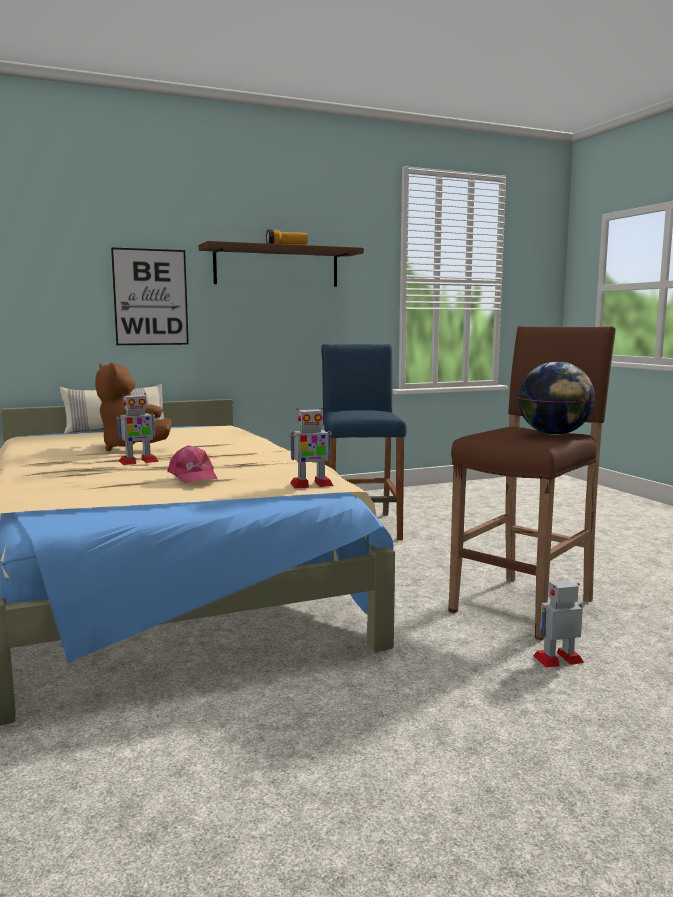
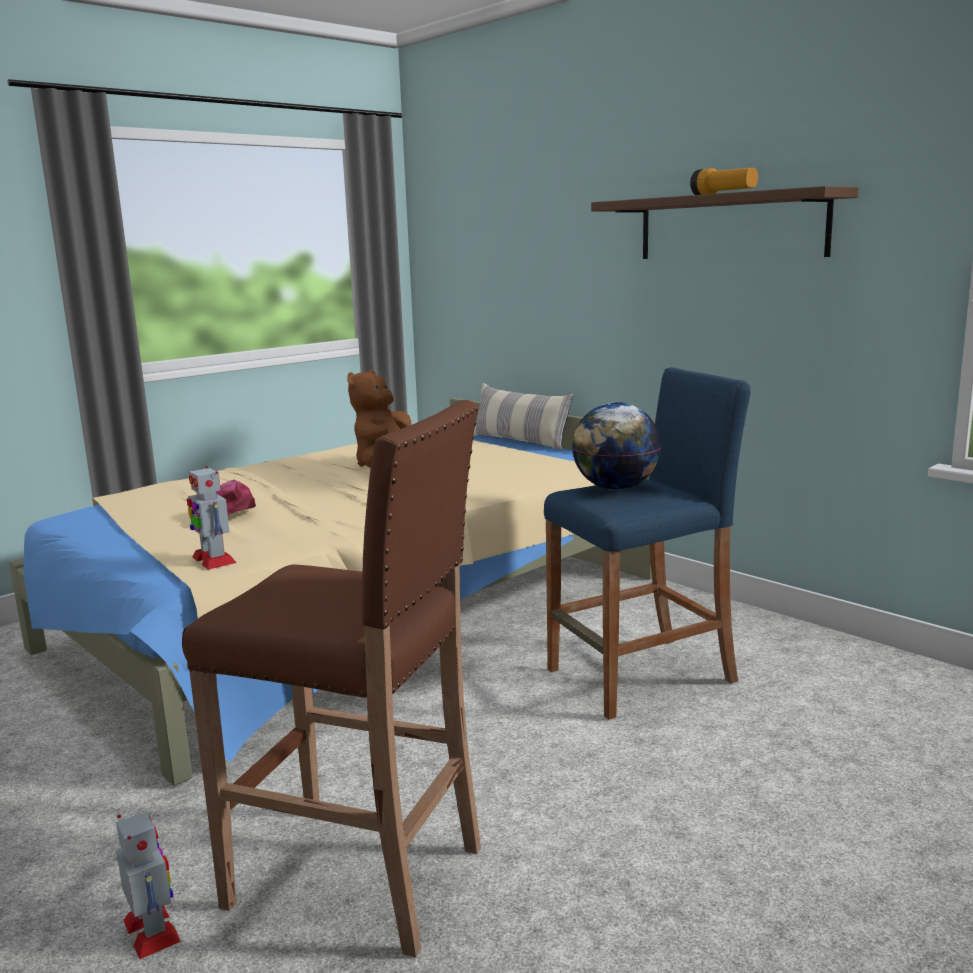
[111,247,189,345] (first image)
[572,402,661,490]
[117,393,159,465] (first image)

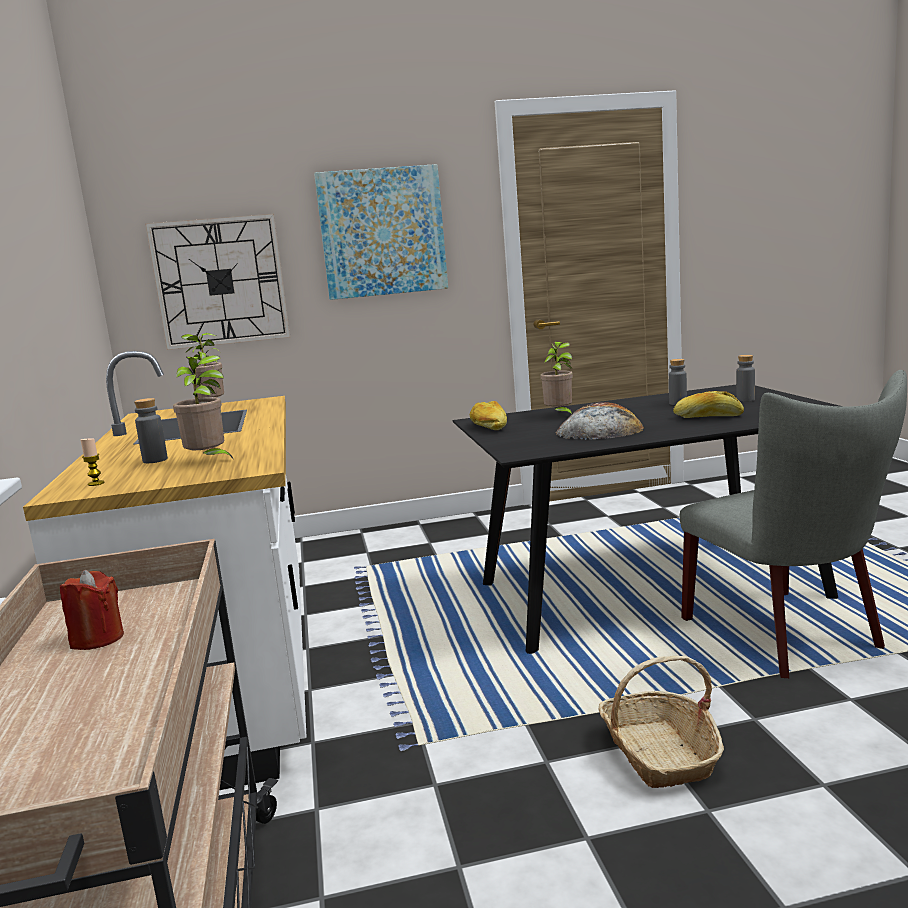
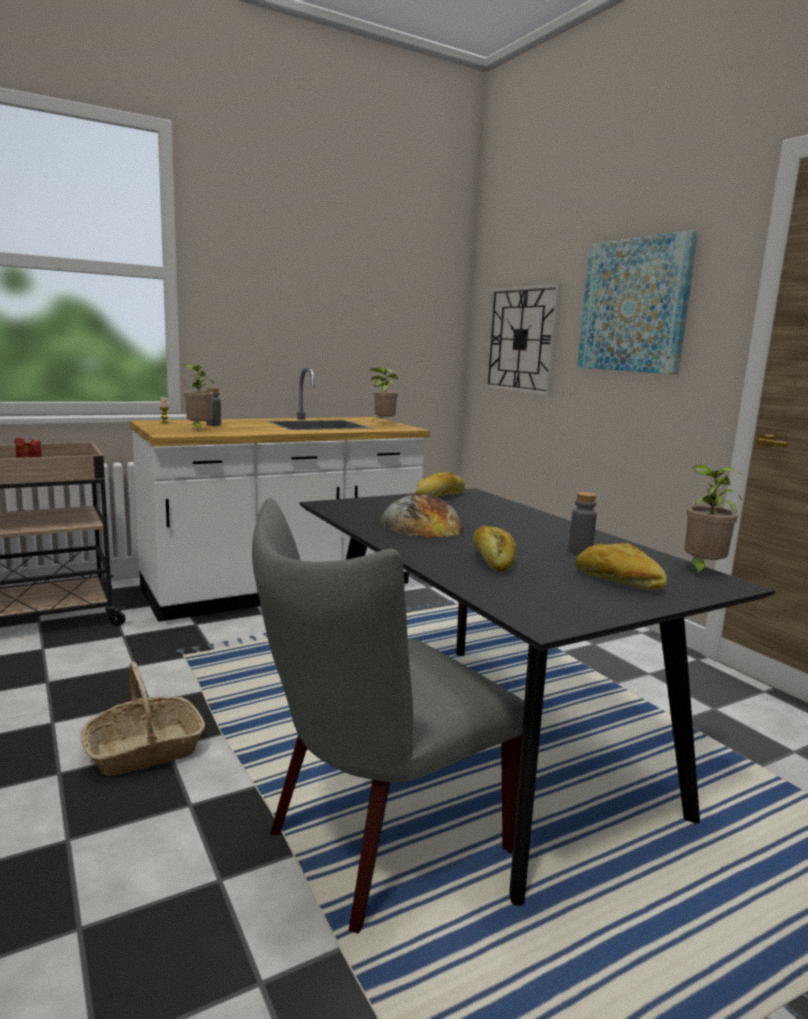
[684,465,743,576]
[575,543,667,590]

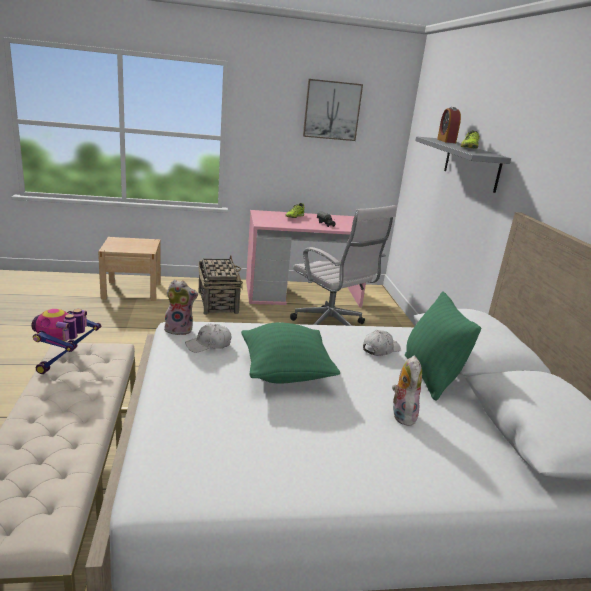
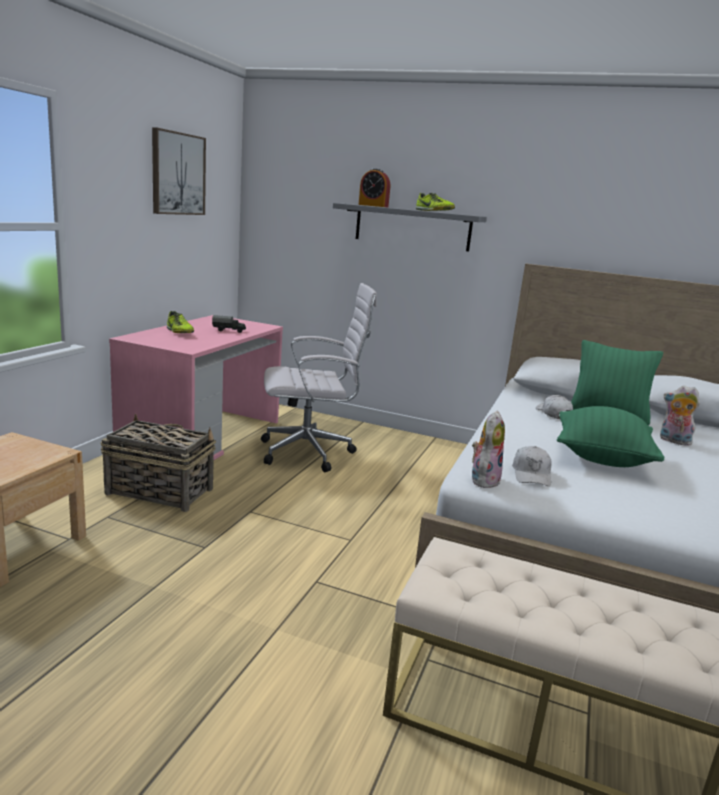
[31,309,101,374] (first image)

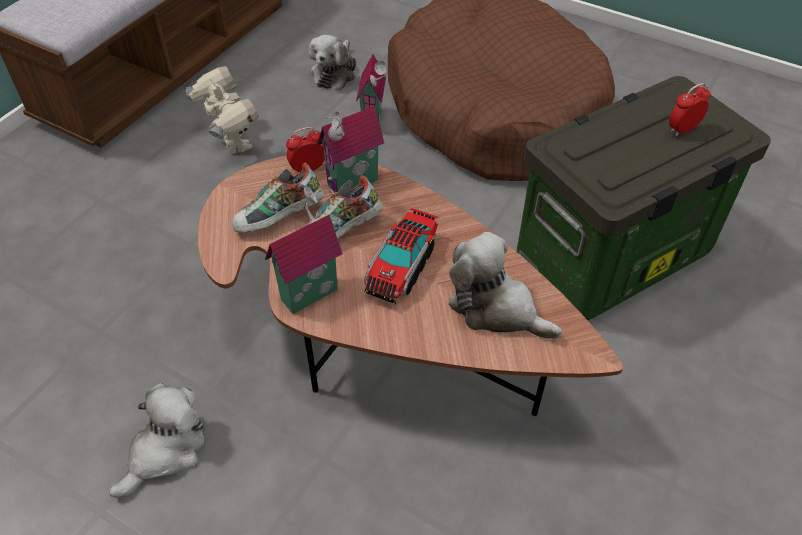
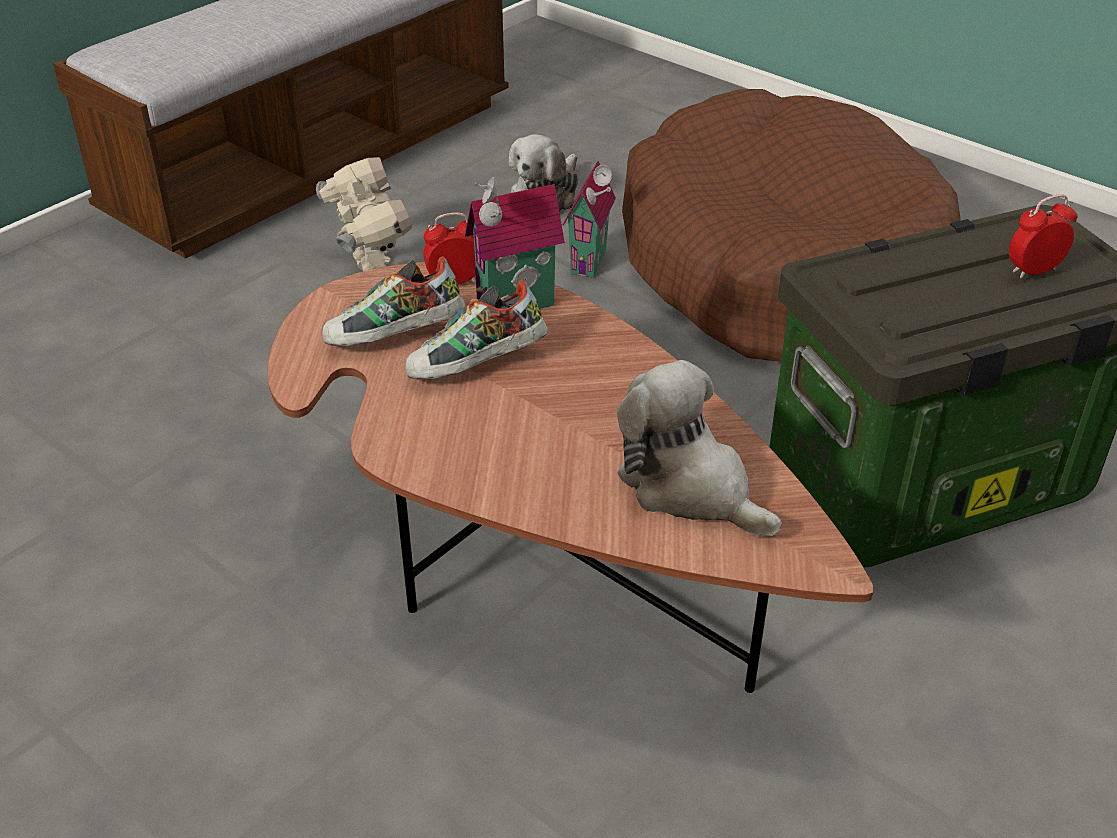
[265,185,342,314] (first image)
[364,208,438,304] (first image)
[109,383,205,498] (first image)

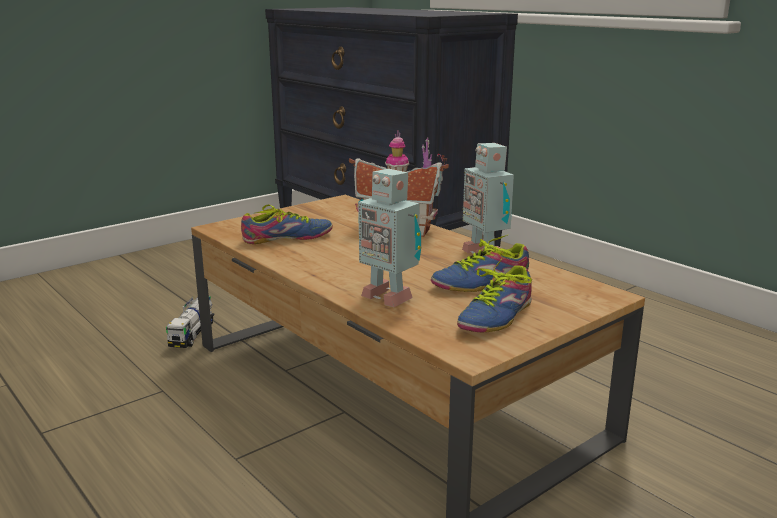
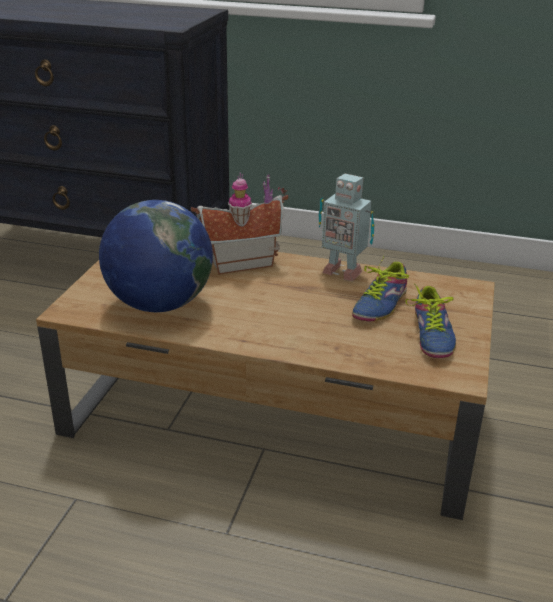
[358,169,421,307] (first image)
[99,200,213,312]
[166,295,214,348] (first image)

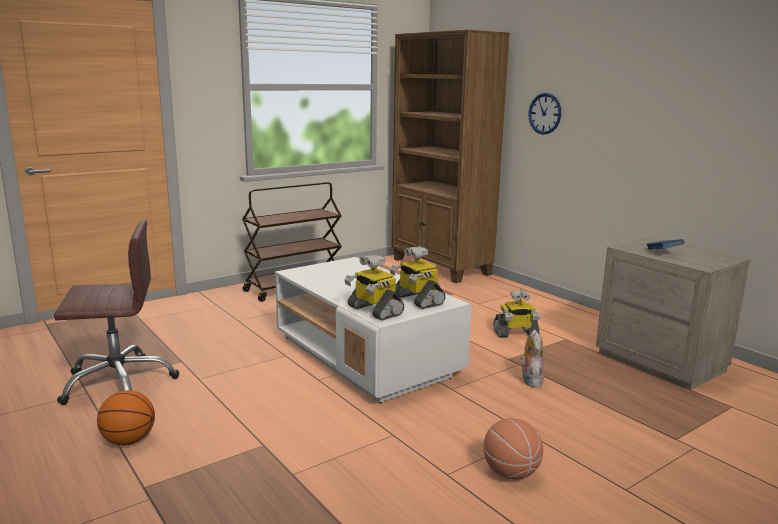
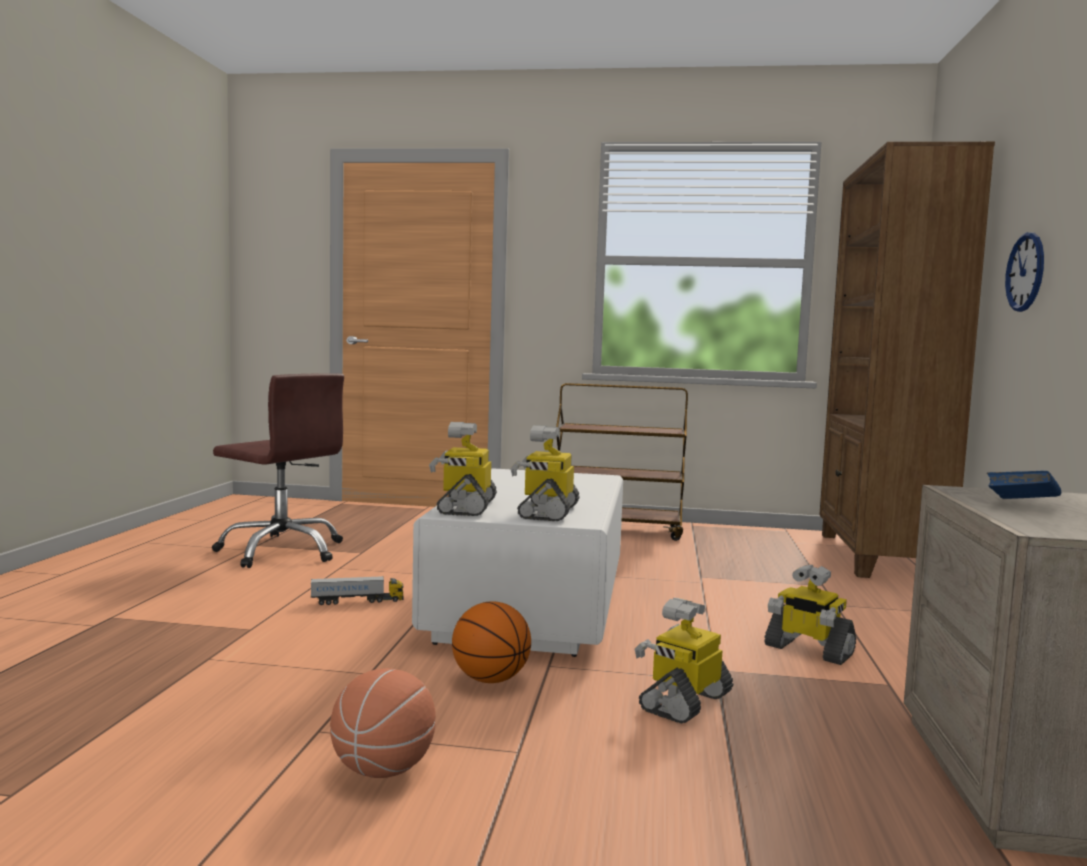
[635,598,733,723]
[452,601,531,683]
[311,576,404,605]

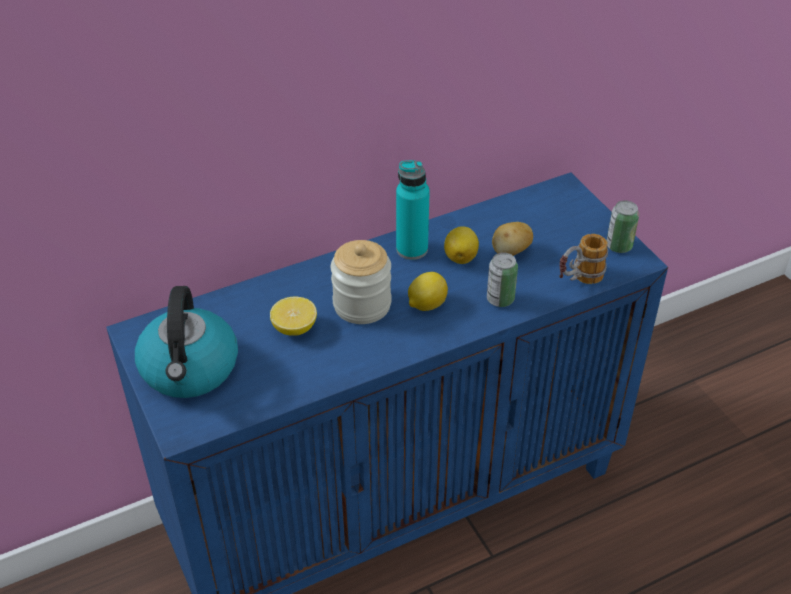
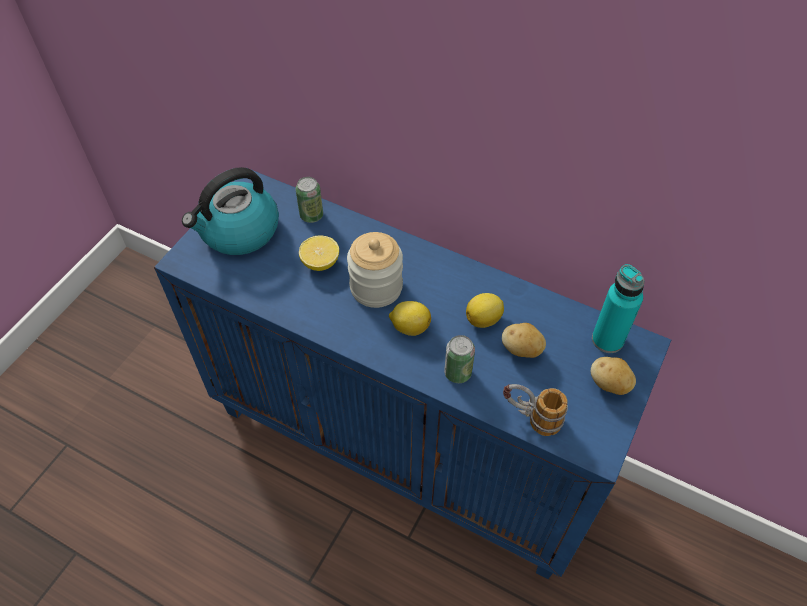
[592,264,645,353]
[296,177,323,223]
[591,357,636,395]

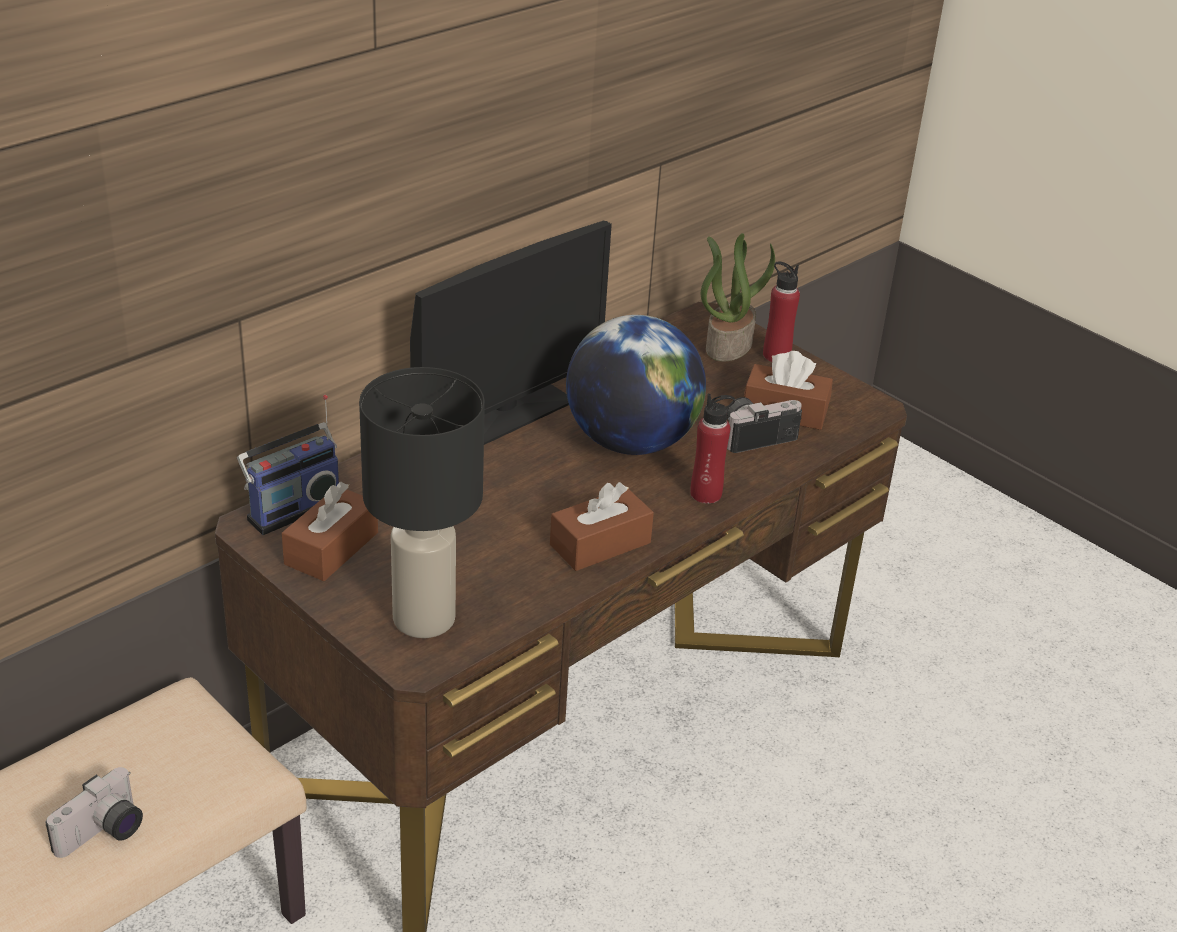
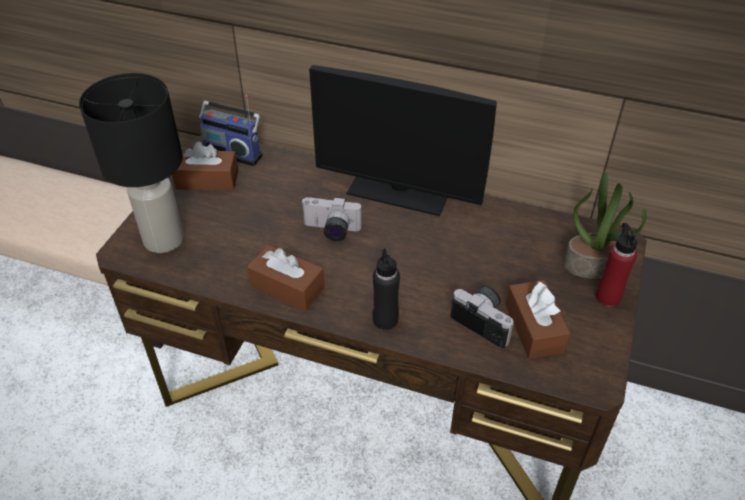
[566,315,706,455] (first image)
[373,248,400,330]
[301,196,362,241]

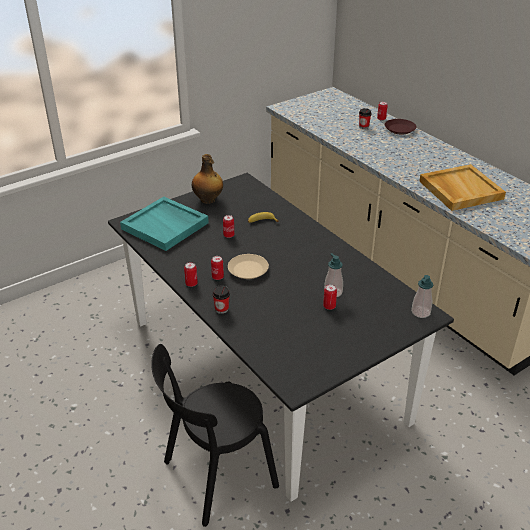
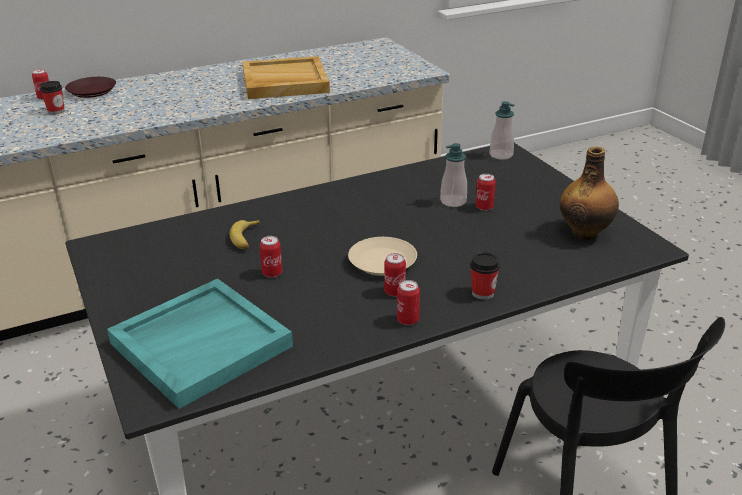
[560,146,619,240]

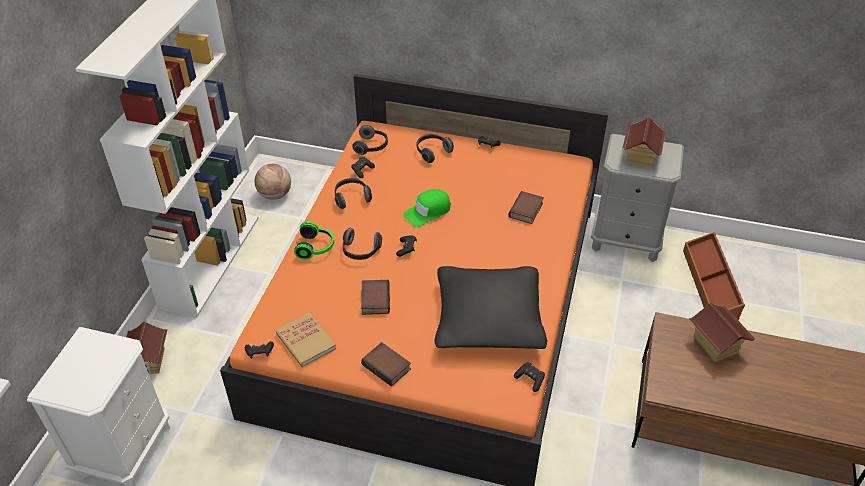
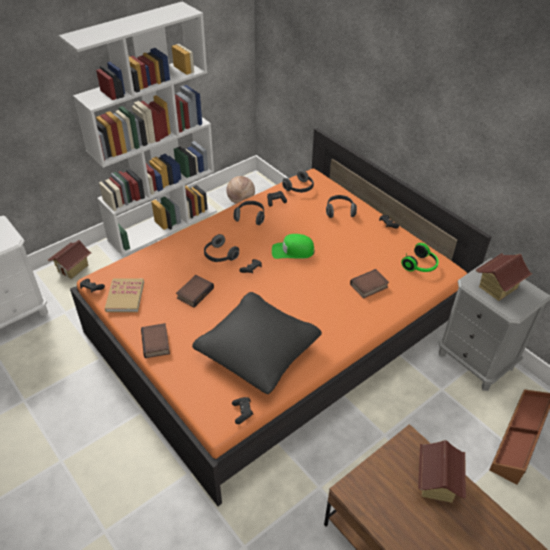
[401,243,439,272]

